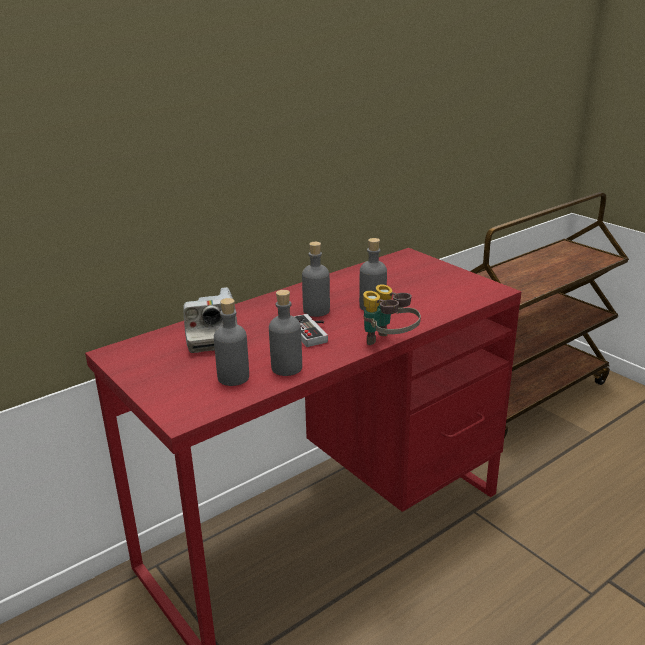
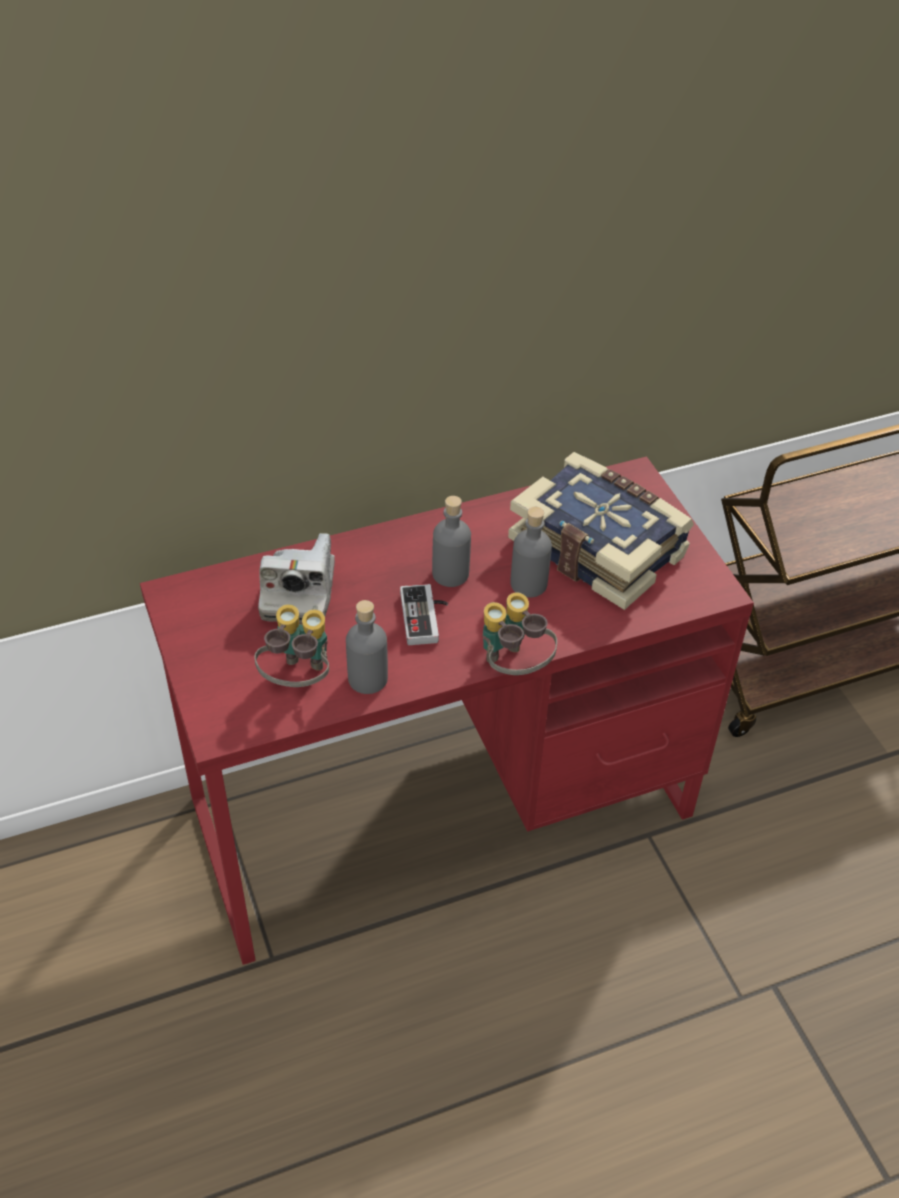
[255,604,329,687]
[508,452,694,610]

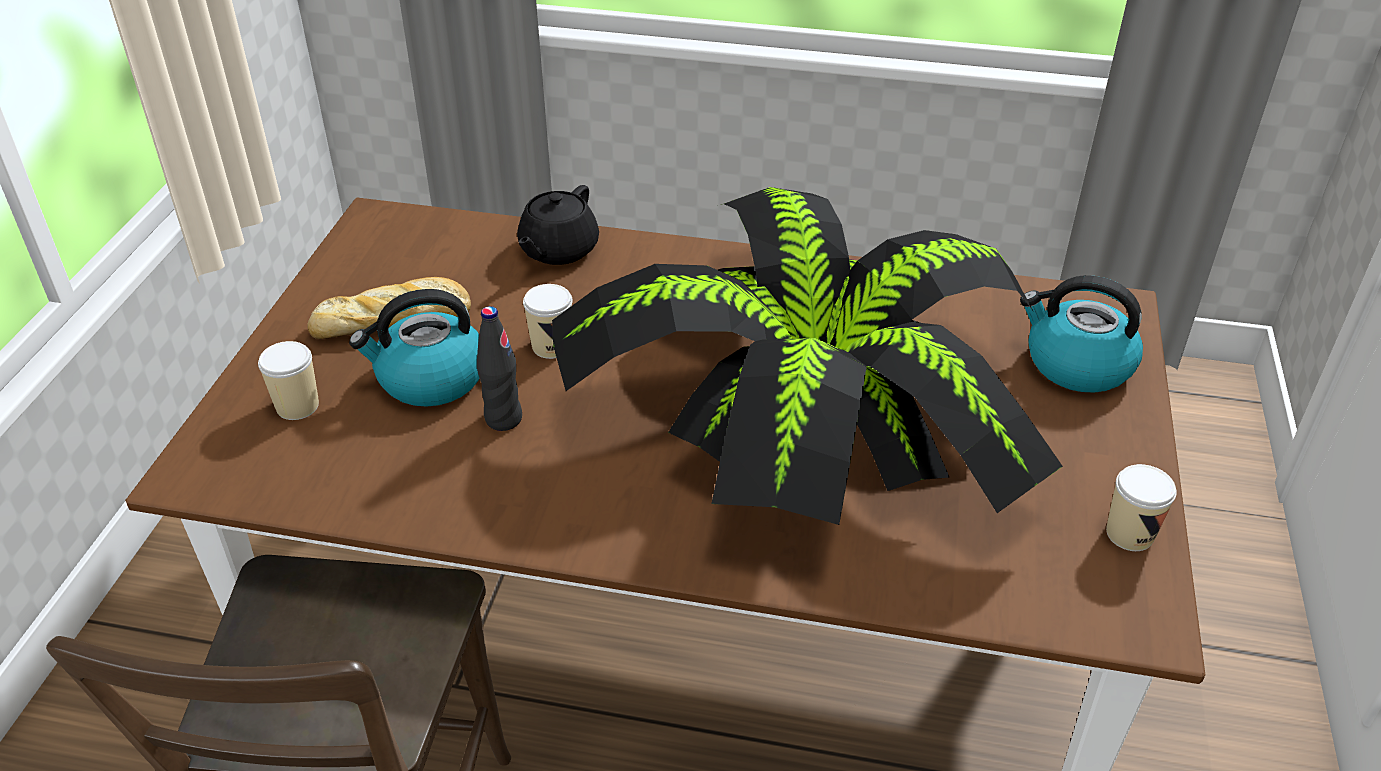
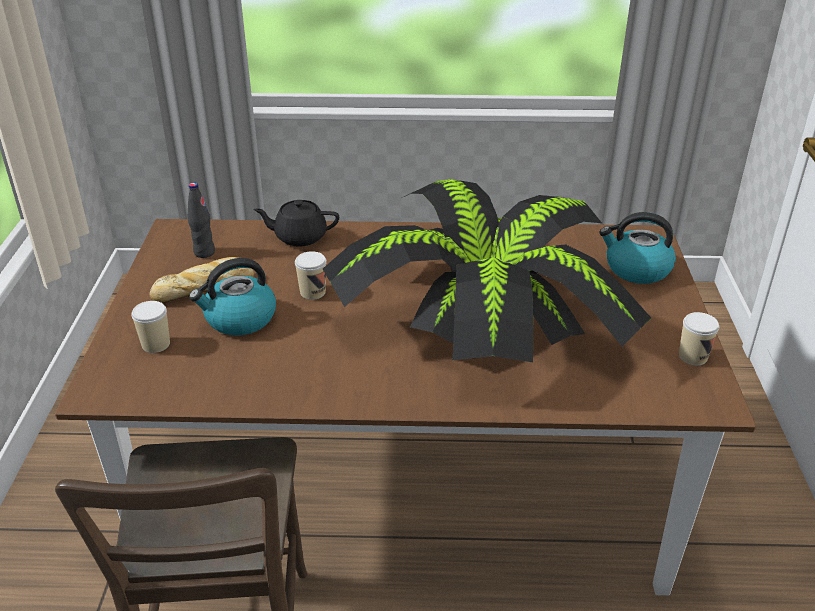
[253,200,339,247]
[188,182,215,258]

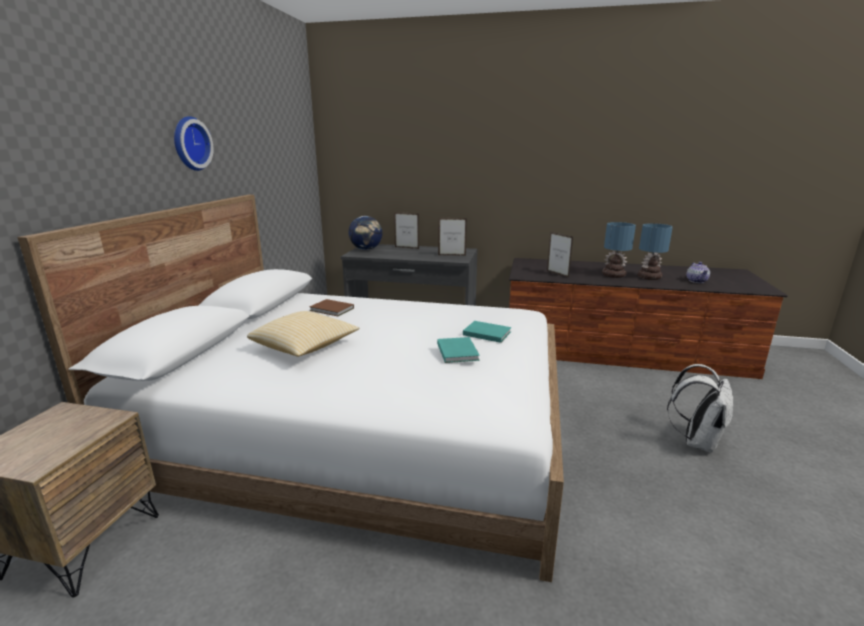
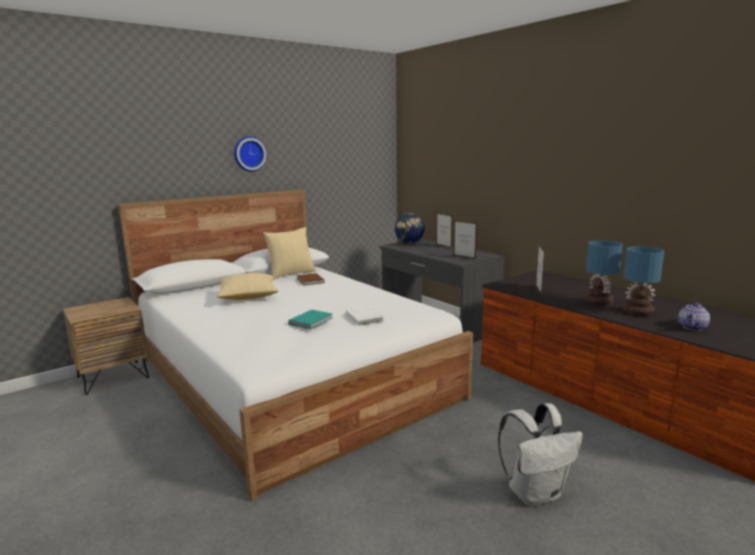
[346,307,383,325]
[263,227,316,279]

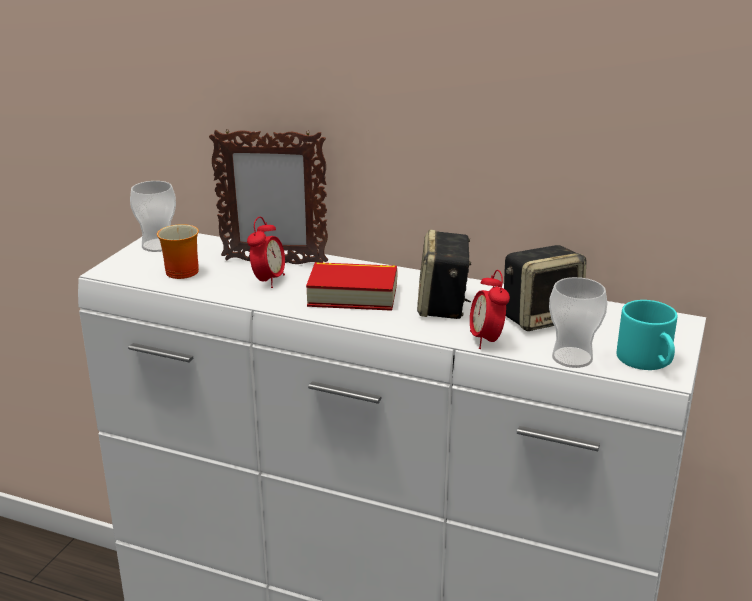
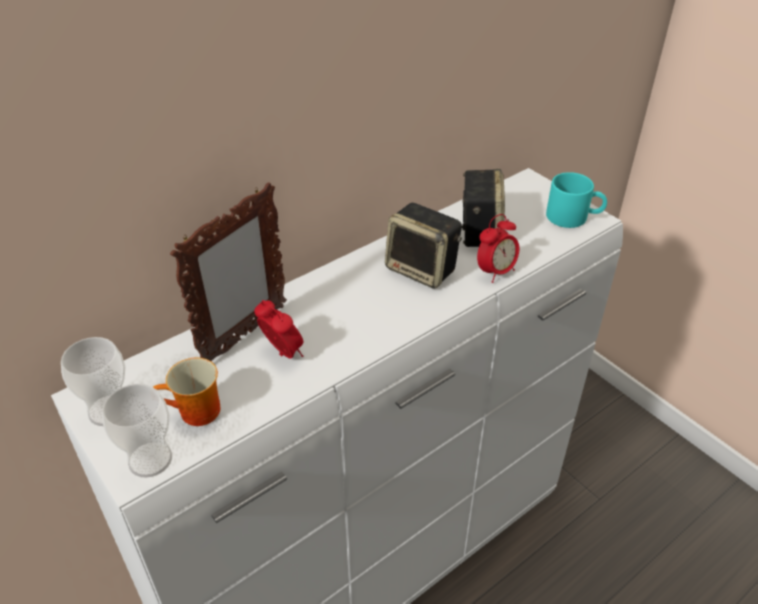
[306,262,397,311] (first image)
[477,214,519,283]
[102,384,172,478]

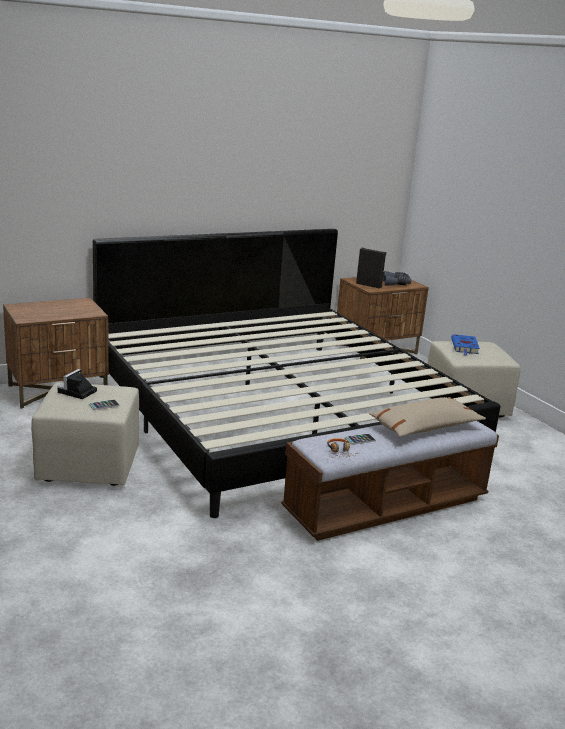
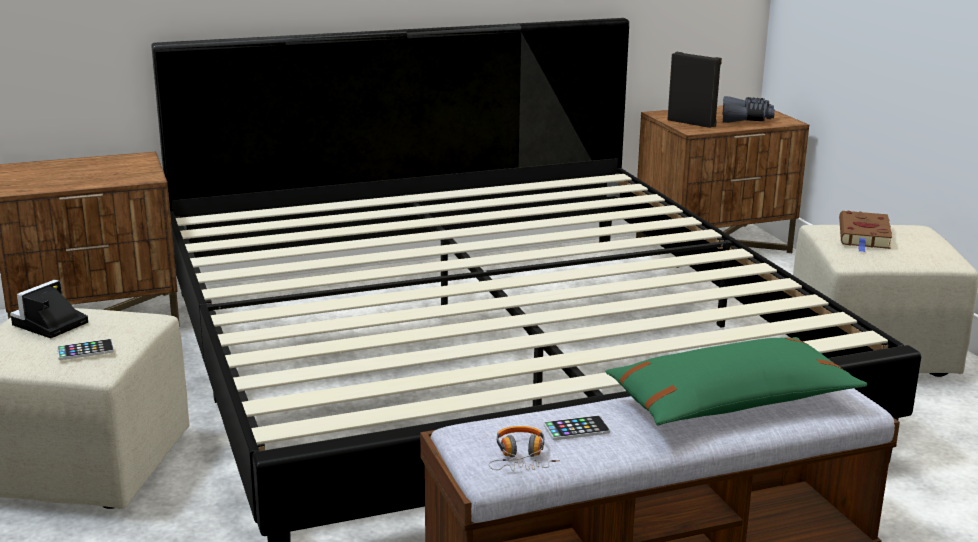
[839,211,892,252]
[605,337,867,426]

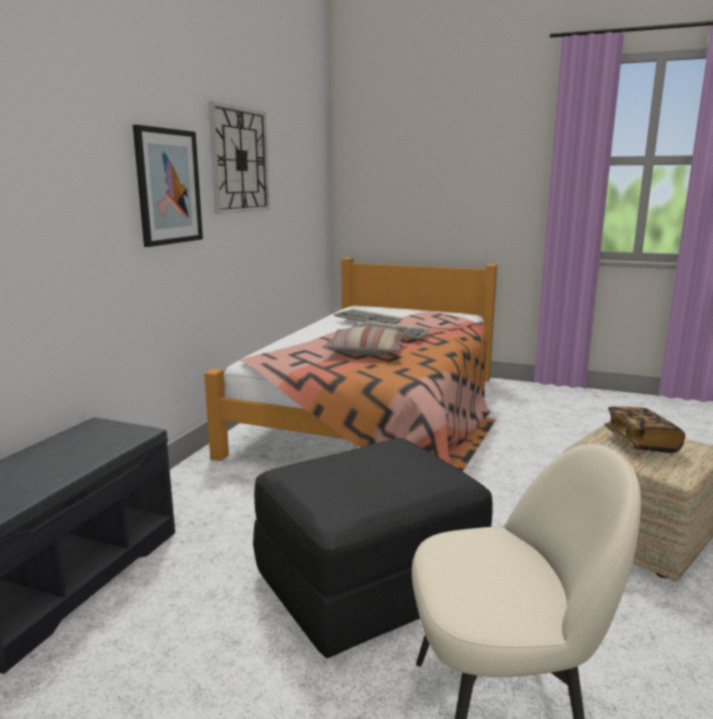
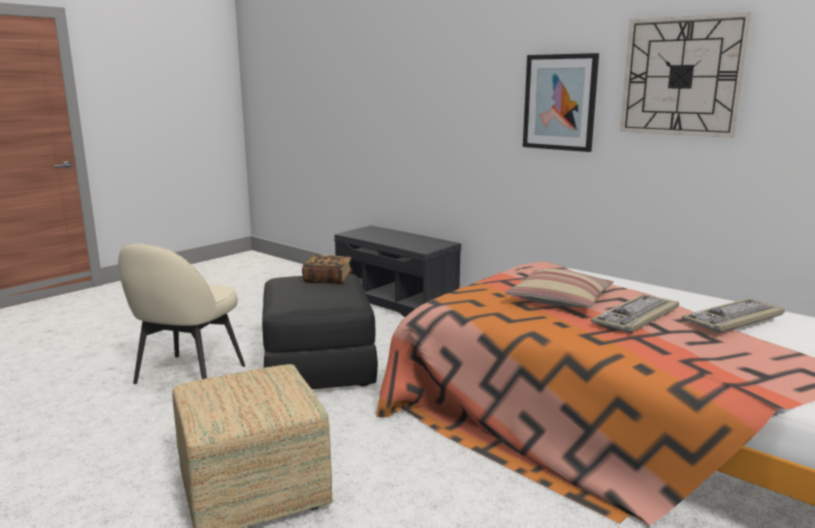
[302,255,352,284]

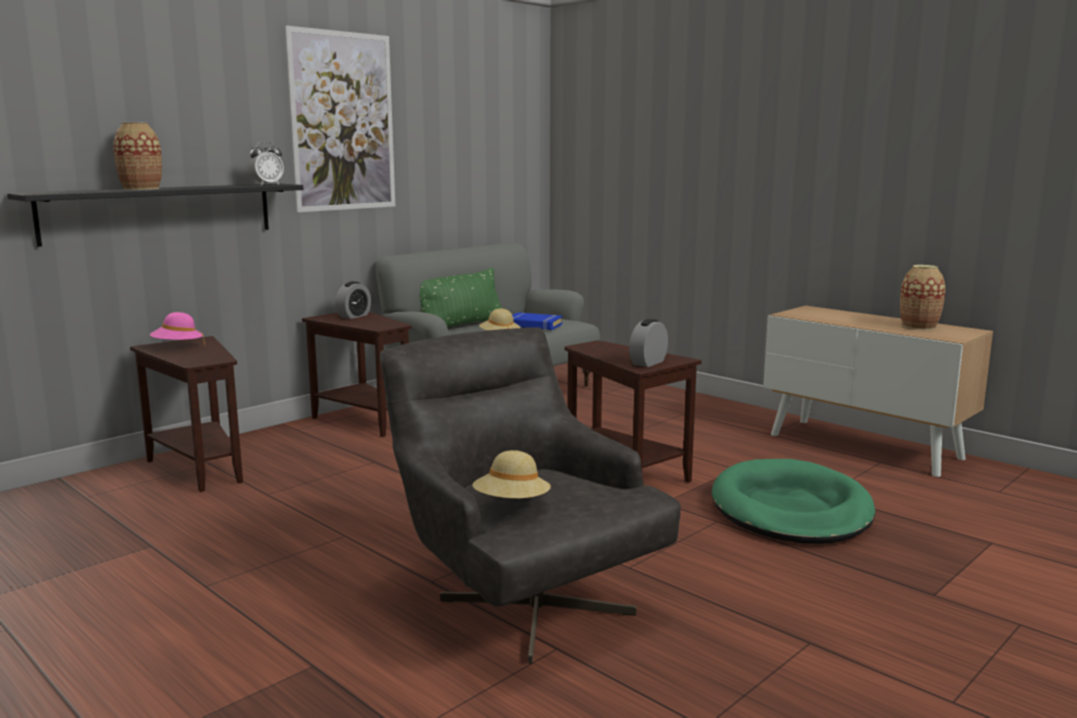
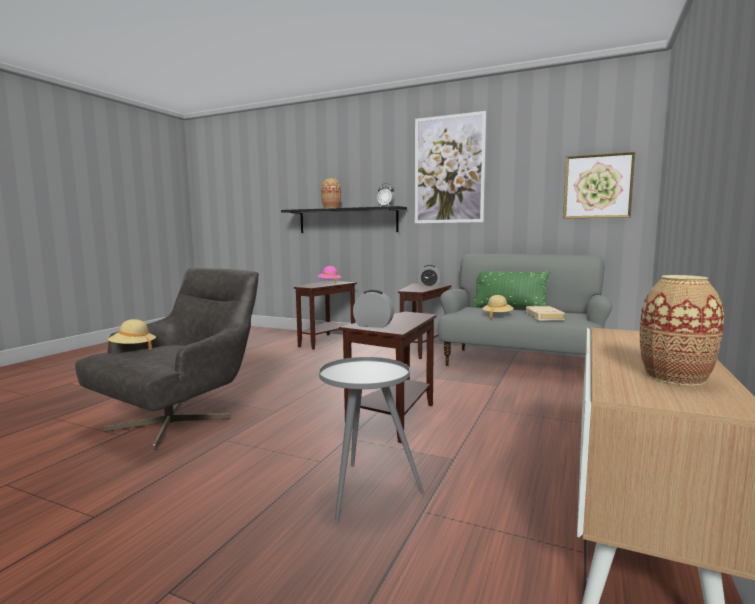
[526,306,565,320]
[319,357,424,524]
[563,152,635,219]

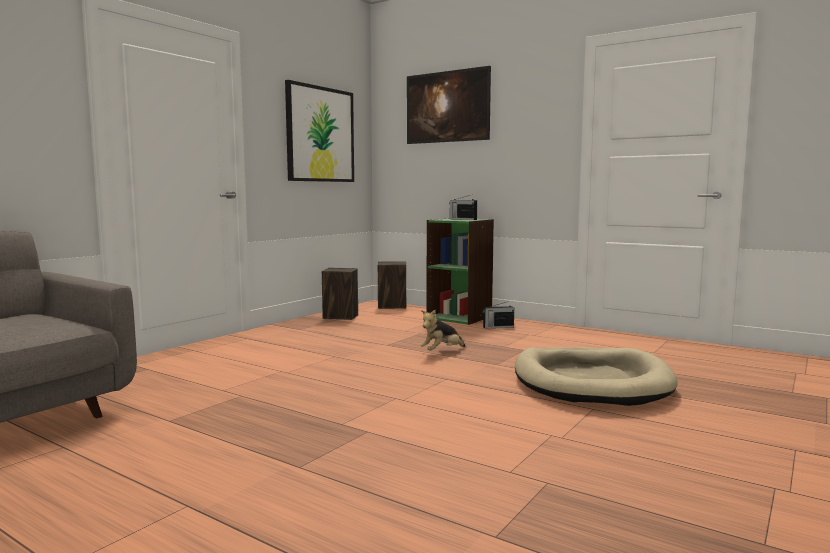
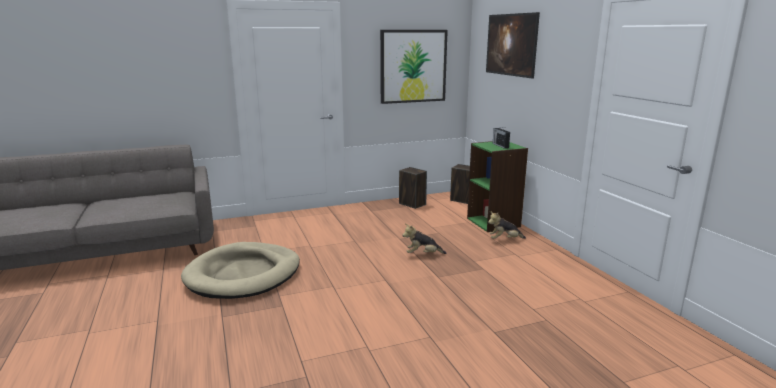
[488,211,526,239]
[181,242,300,299]

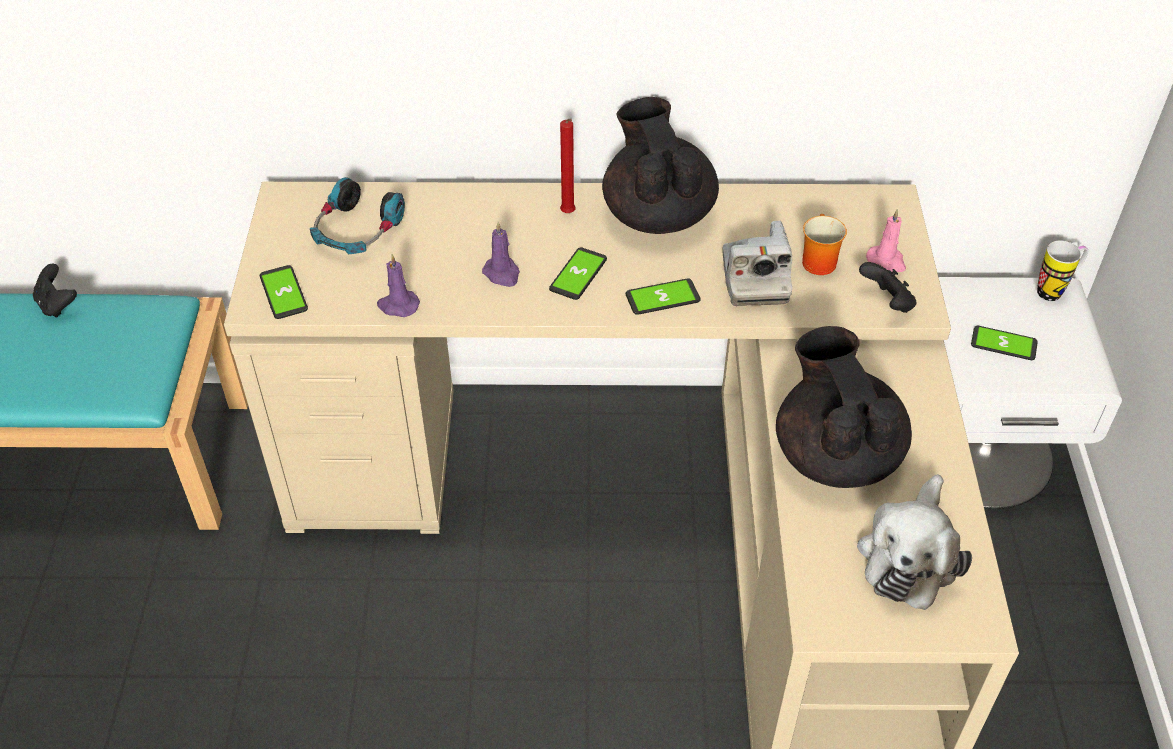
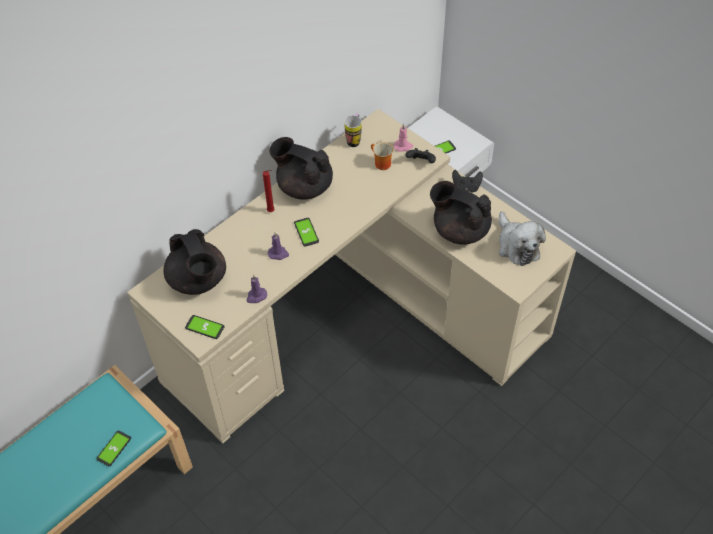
[163,229,226,295]
[723,221,792,306] (first image)
[344,113,362,147]
[452,170,483,192]
[97,431,131,466]

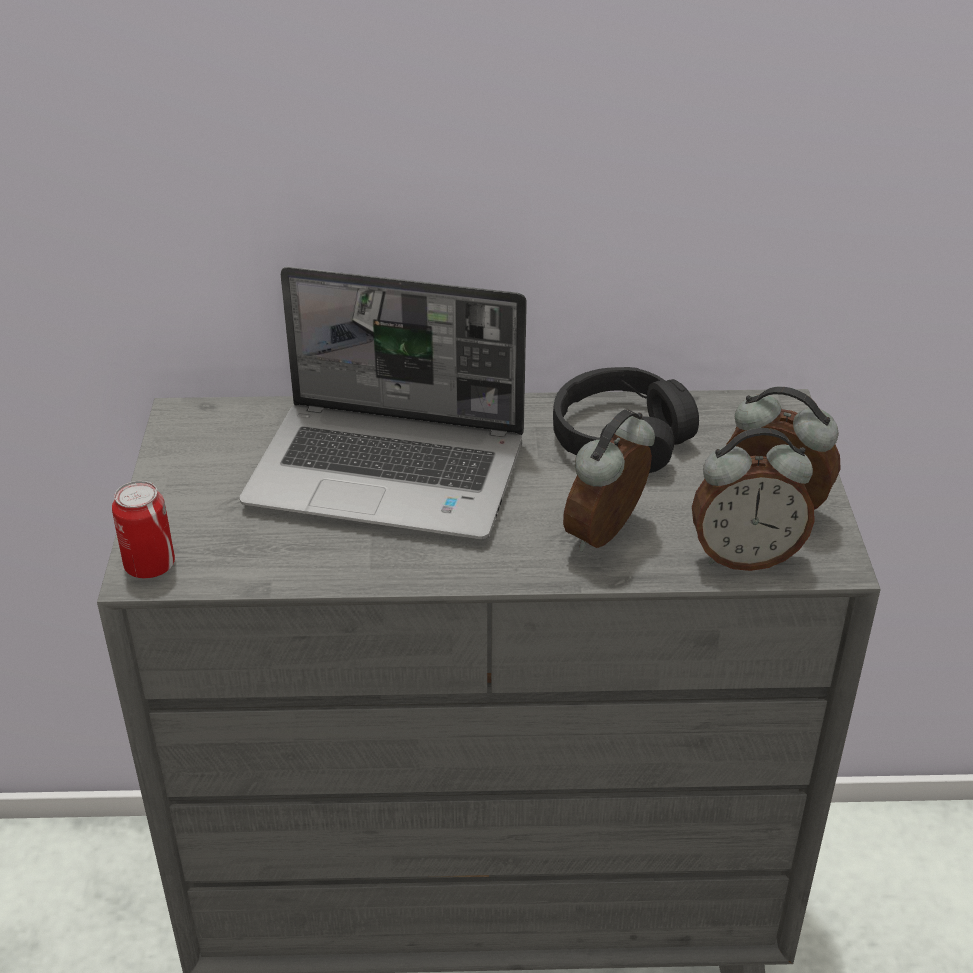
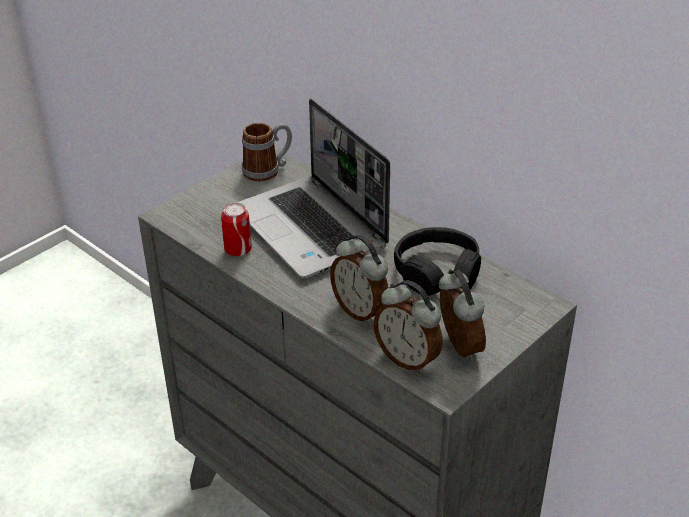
[330,235,389,325]
[221,203,252,256]
[242,123,292,182]

